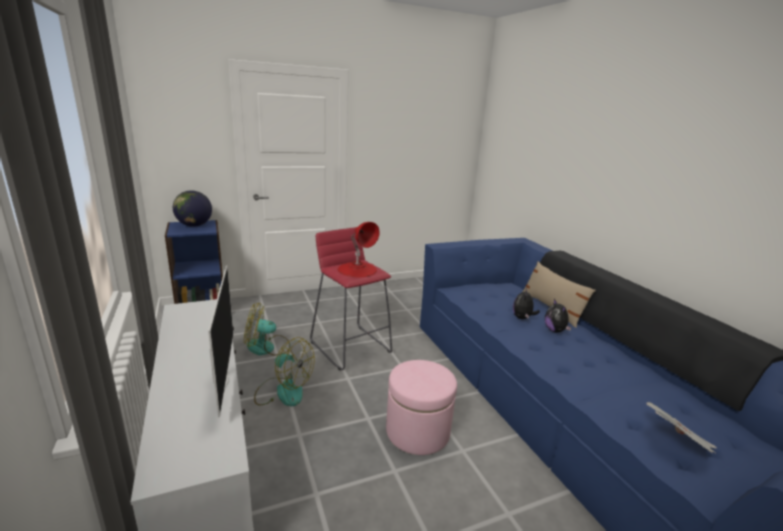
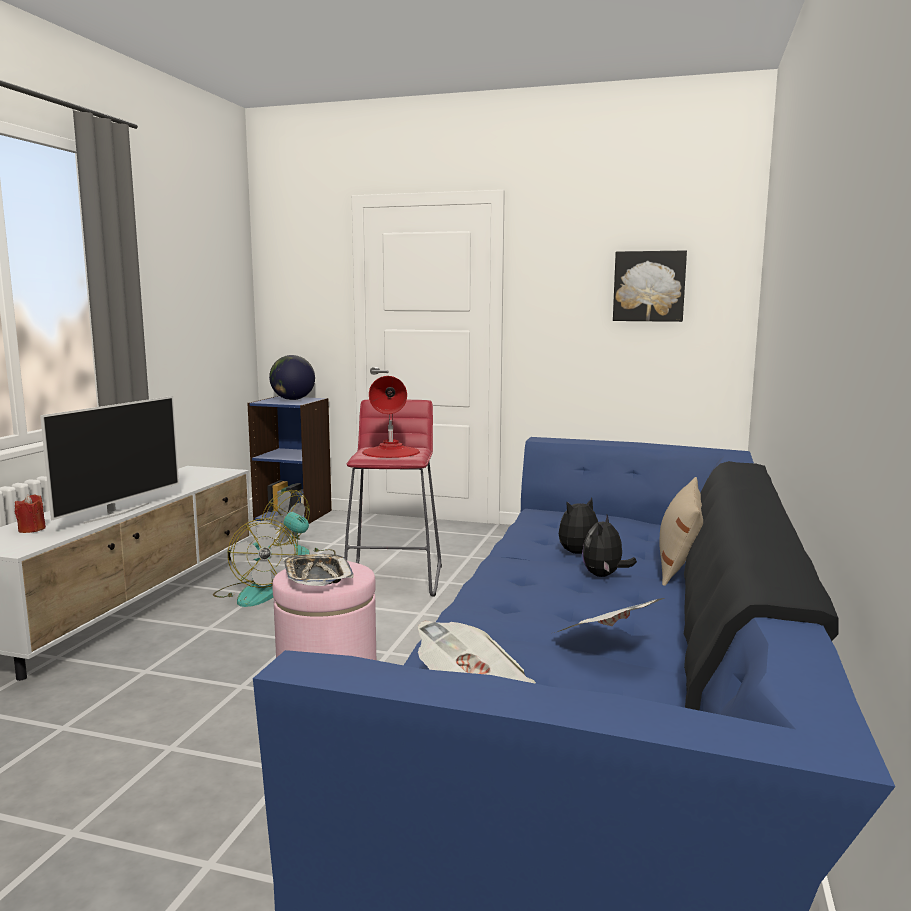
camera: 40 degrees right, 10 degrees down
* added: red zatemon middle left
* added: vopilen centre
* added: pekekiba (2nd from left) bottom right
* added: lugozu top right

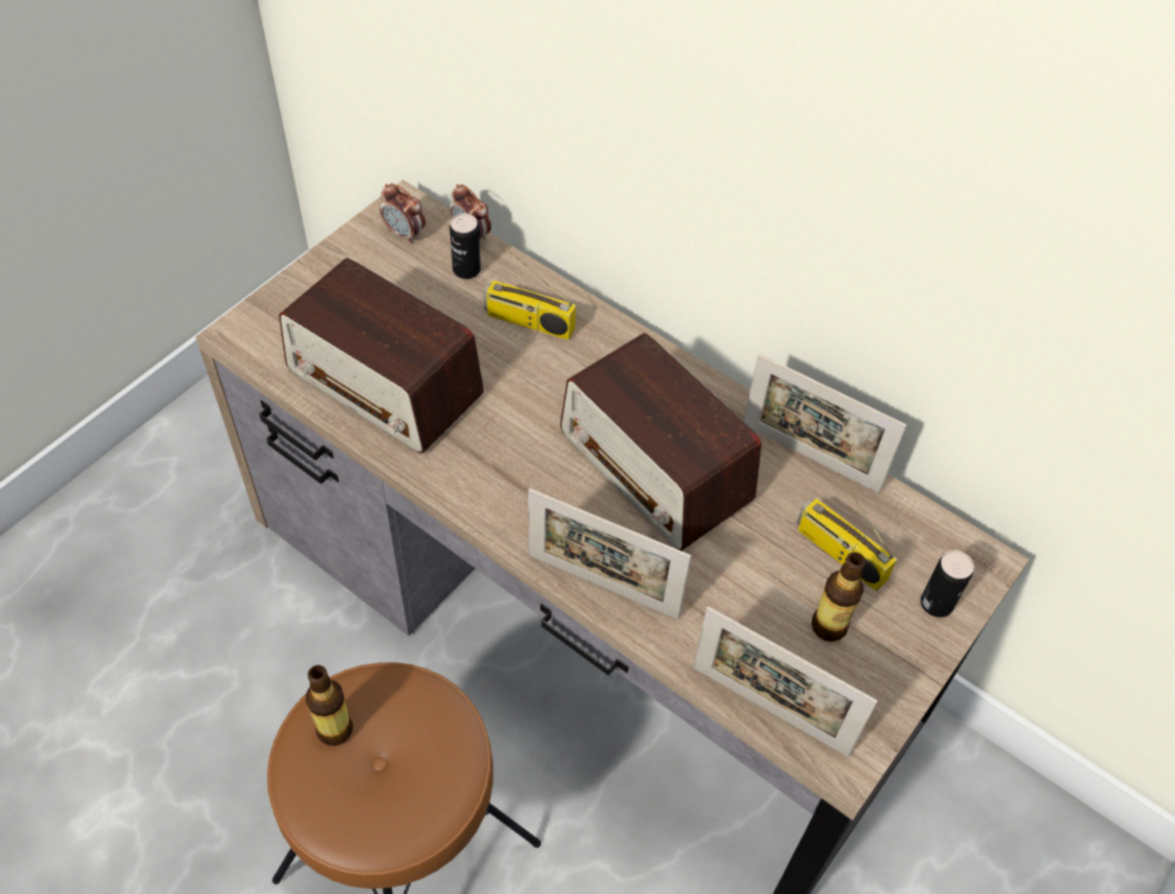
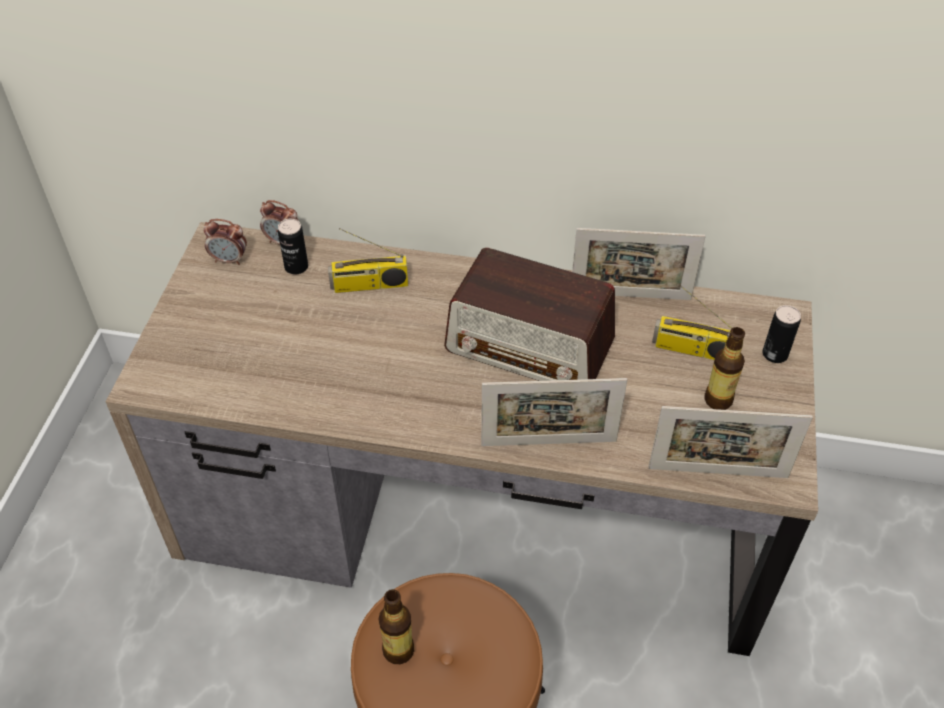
camera: 25 degrees left, 5 degrees down
* removed: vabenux (1st from left) middle left

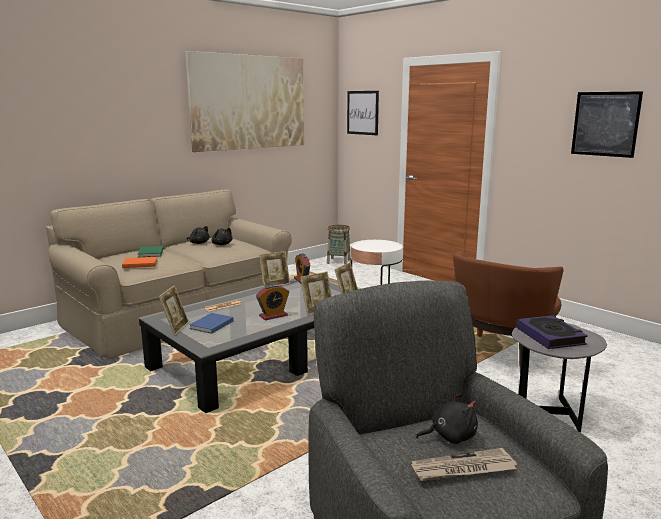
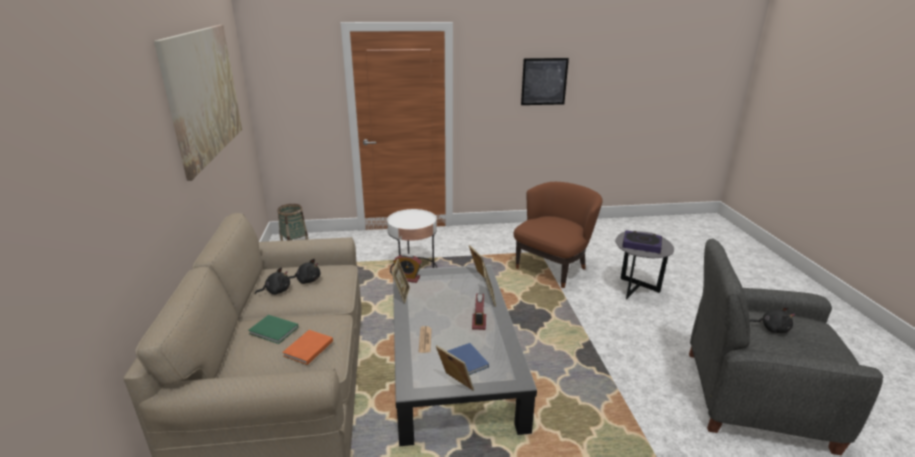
camera: 55 degrees left, 10 degrees up
* removed: lugozu (2nd from left) top centre
* removed: pekekiba (2nd from left) bottom right
* turned: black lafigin (3rd from left) bottom right = bottom right 90 degrees clockwise
* turned: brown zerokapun middle right = centre 120 degrees counterclockwise

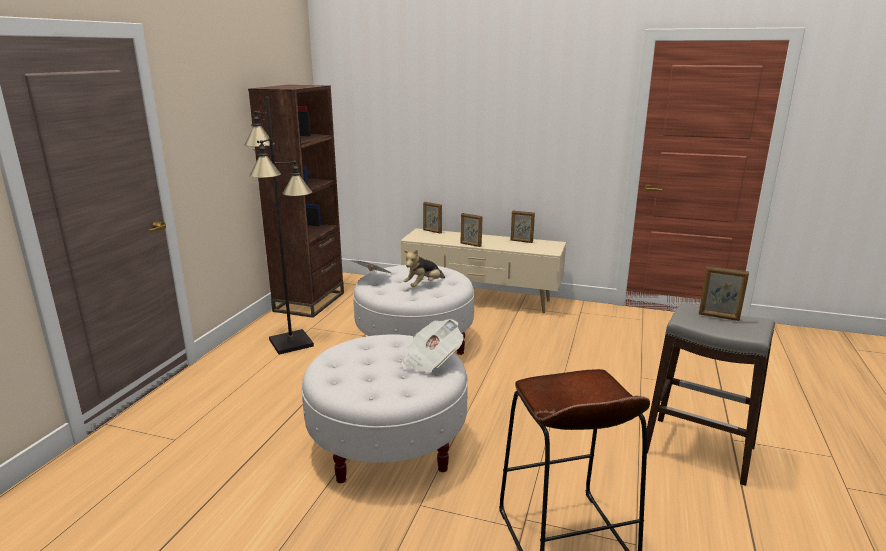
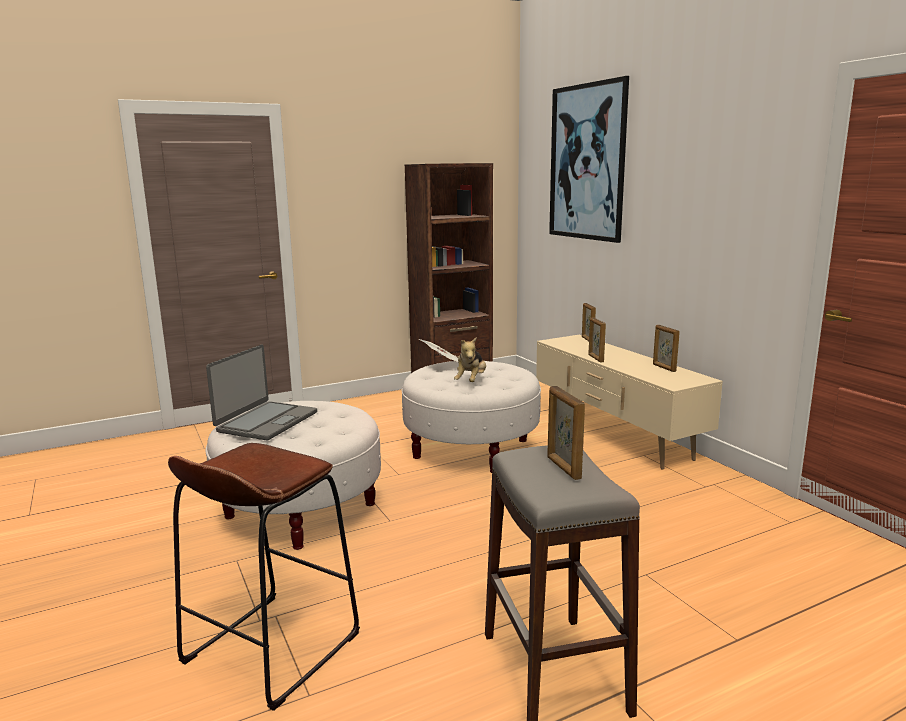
camera: 45 degrees right, 5 degrees down
* removed: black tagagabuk middle left
* removed: pekekiba (2nd from left) centre
* turned: lafigin centre = centre 75 degrees counterclockwise
* added: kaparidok middle left
* added: lugozu top centre

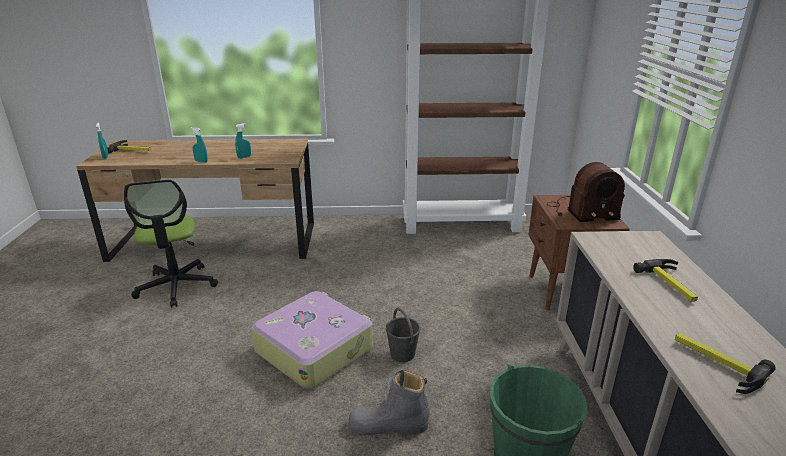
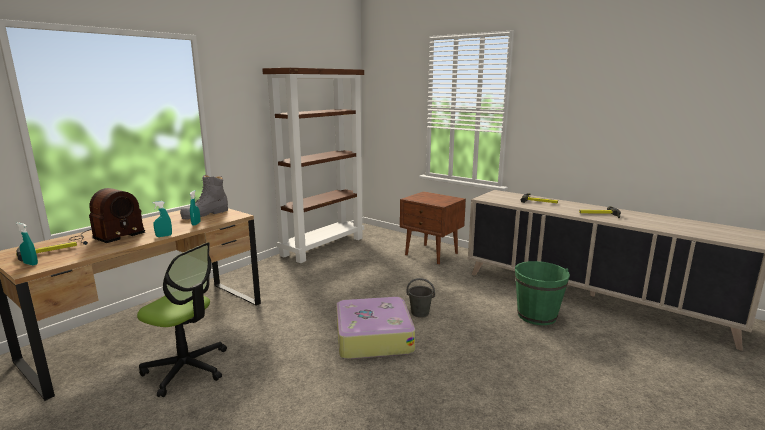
camera: 50 degrees left, 10 degrees down
* moved: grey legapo bottom centre to middle left
* moved: vabenux middle right to middle left

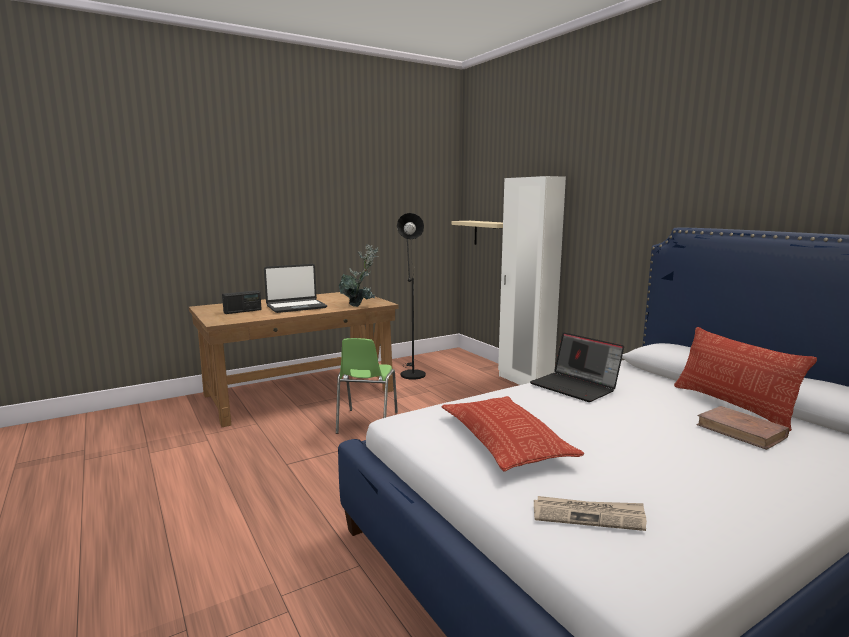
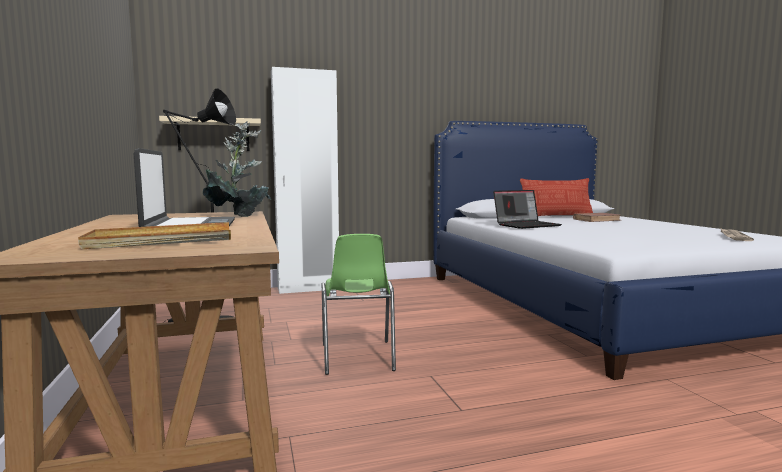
camera: 75 degrees left, 5 degrees down
* replaced: vabenux middle left to beige vopilen middle left
* turned: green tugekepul centre = centre 60 degrees clockwise
* removed: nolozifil (1st from left) bottom centre

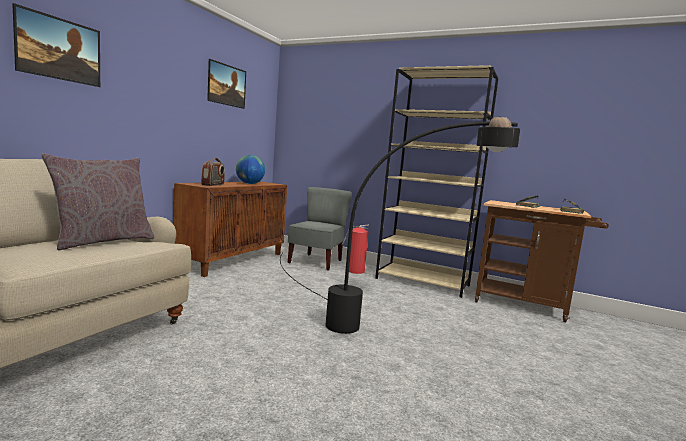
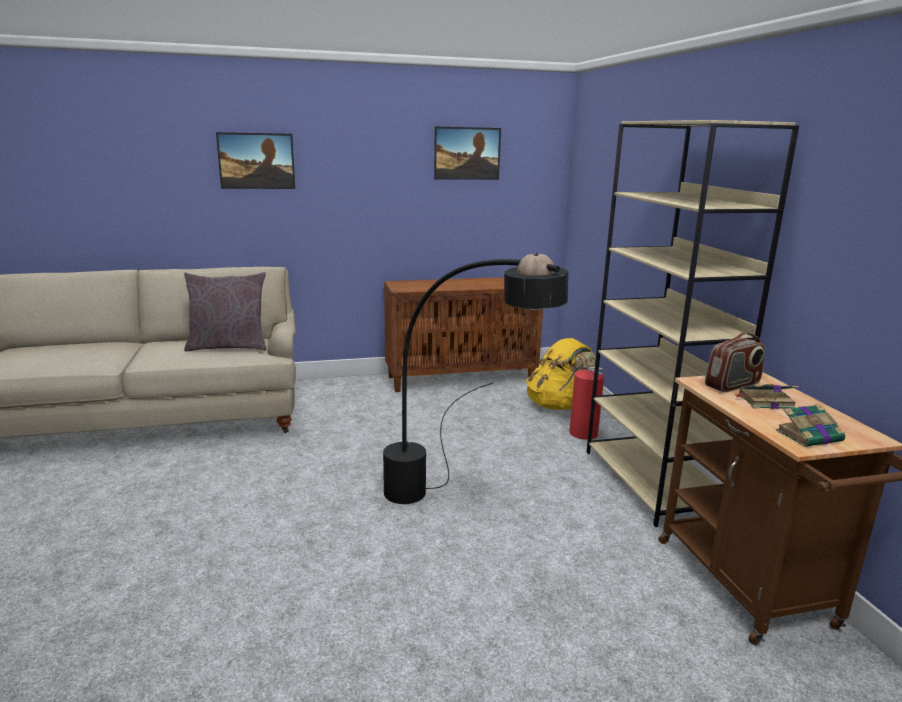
camera: 50 degrees right, 10 degrees up
* moved: vabenux middle left to middle right
* removed: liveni centre
* replaced: grey tugekepul centre to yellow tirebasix centre

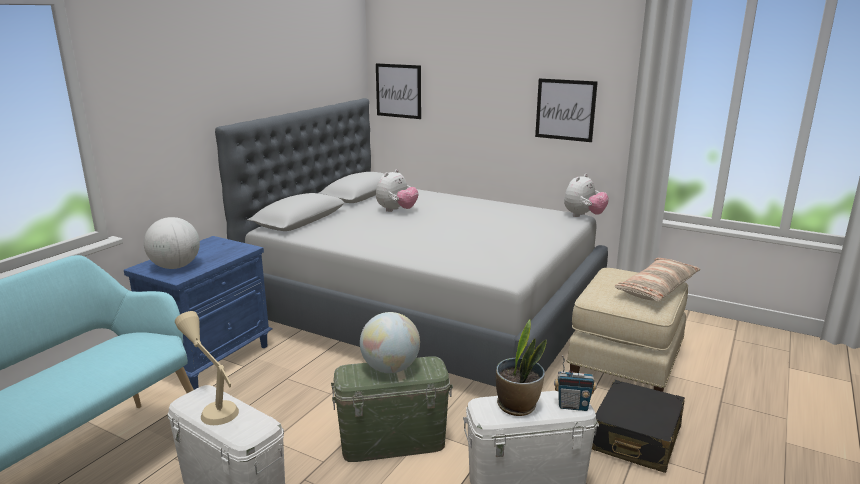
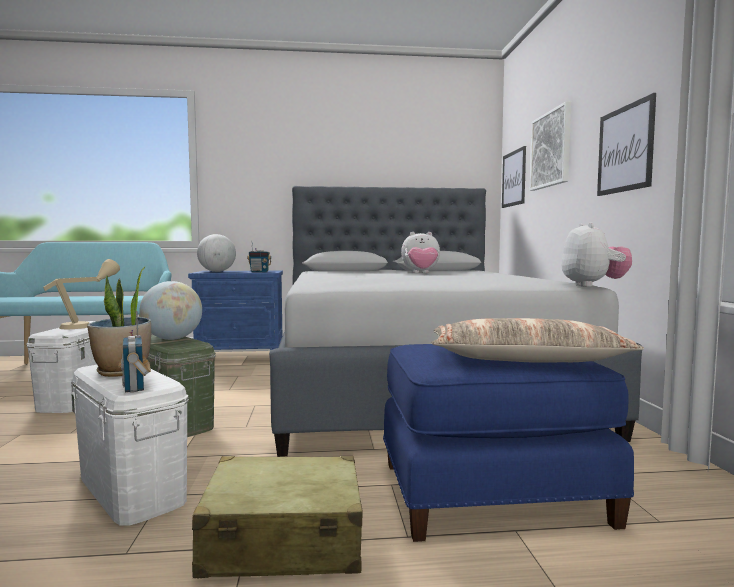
camera: 55 degrees right, 15 degrees down
* turned: lafigin (2nd from left) middle right = middle right 90 degrees counterclockwise
* recoloured: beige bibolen bottom right to blue bibolen bottom right
* recoloured: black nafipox bottom right to beige nafipox bottom centre
* added: vabenux (2nd from left) centre
* added: lugozu (2nd from left) top right

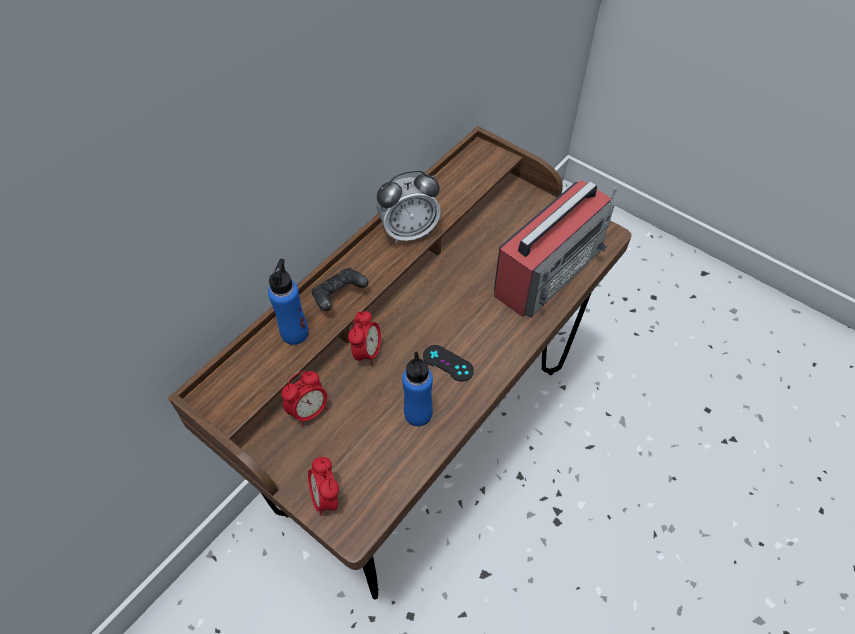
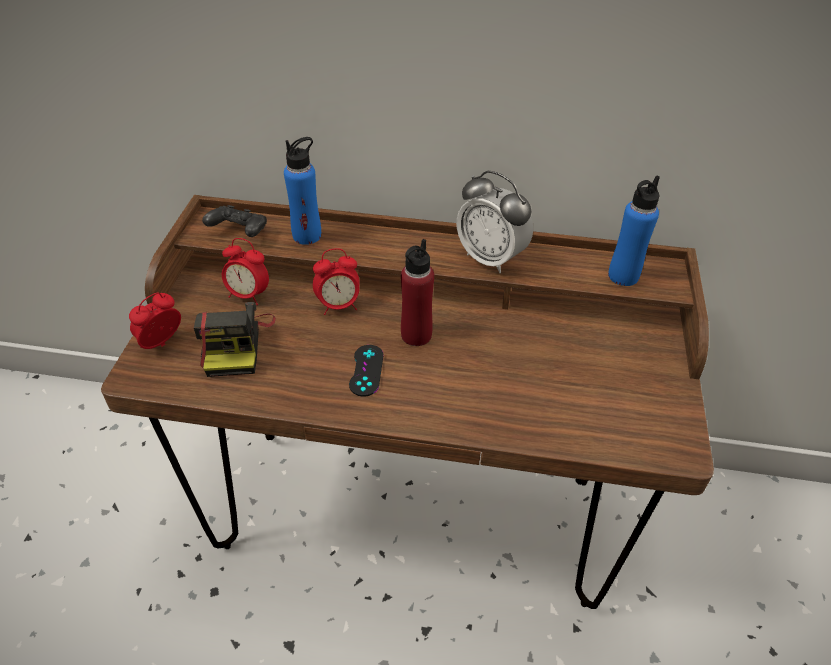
camera: 60 degrees right, 10 degrees down
* moved: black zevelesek (1st from left) centre to top left
* moved: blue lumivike (2nd from left) centre to middle right
* removed: vabenux centre
* added: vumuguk middle left
* added: red lumivike centre

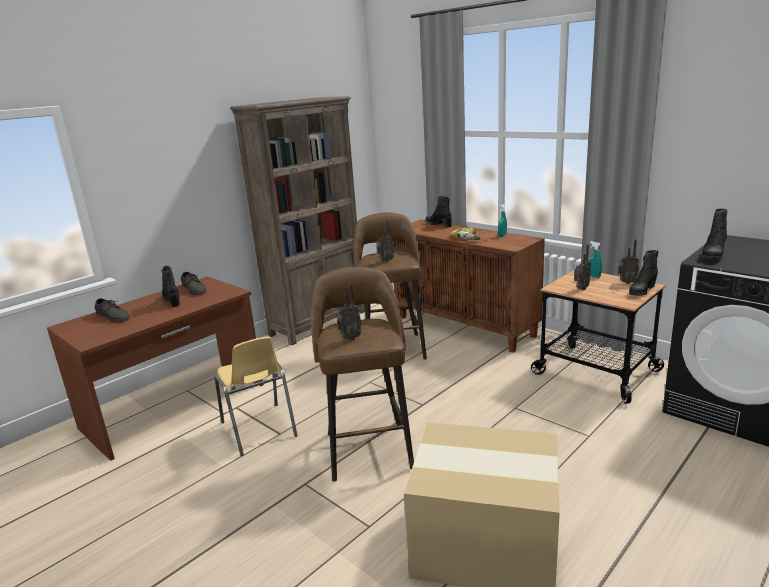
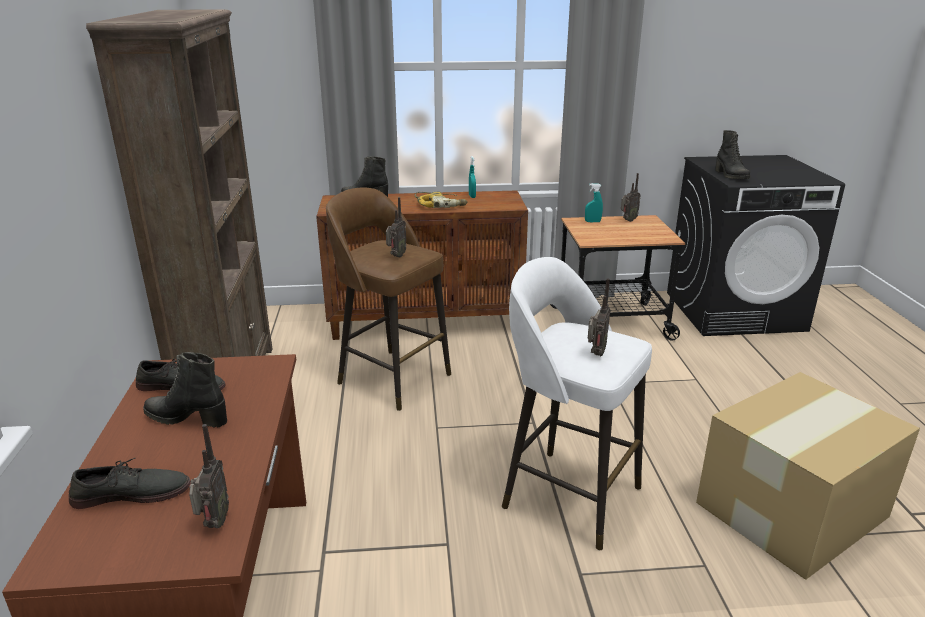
camera: 50 degrees left, 5 degrees up
* removed: yellow tugekepul bottom left
* recoloured: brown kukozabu (1st from left) centre to white kukozabu centre
* moved: vabenux (3rd from left in the first image) middle right to vabenux (1st from left) bottom left
* removed: black legapo (3rd from left) middle right

